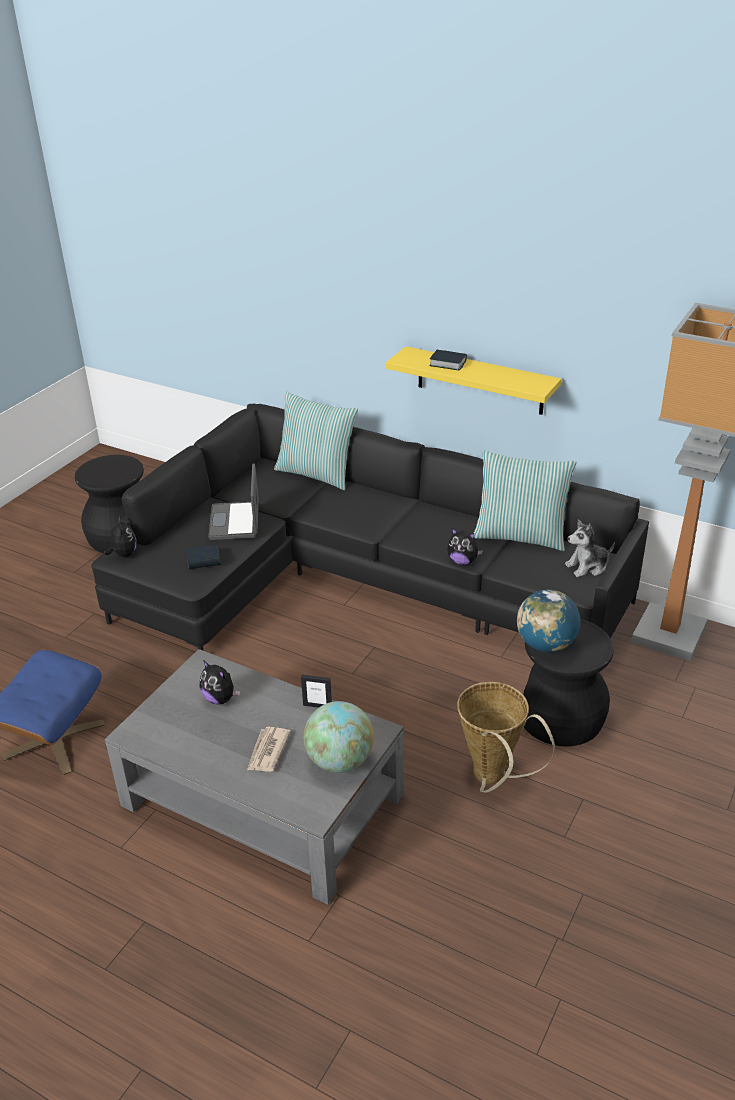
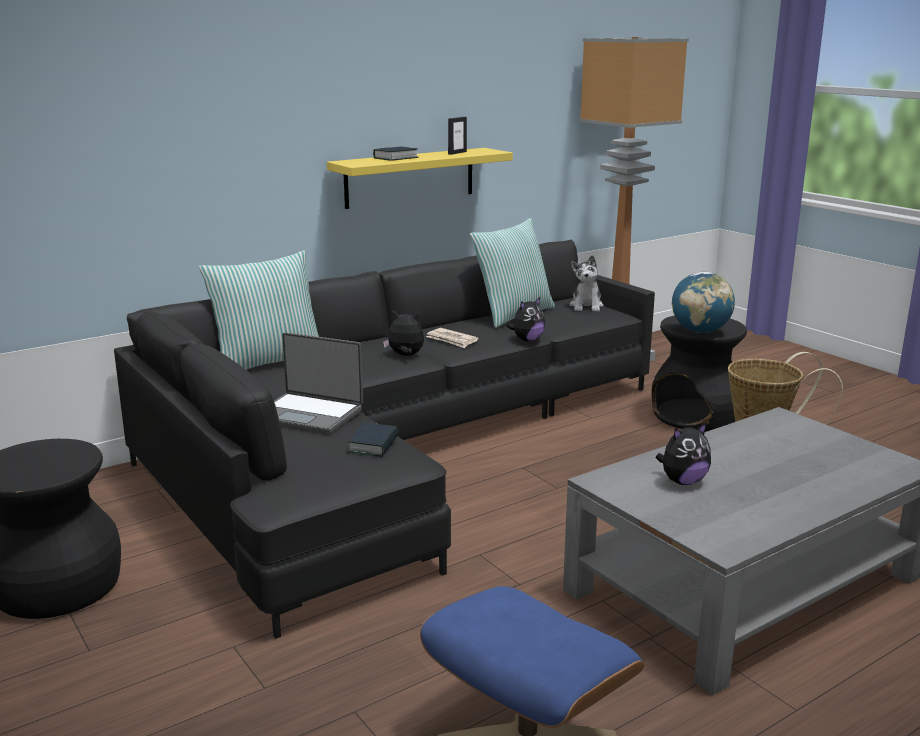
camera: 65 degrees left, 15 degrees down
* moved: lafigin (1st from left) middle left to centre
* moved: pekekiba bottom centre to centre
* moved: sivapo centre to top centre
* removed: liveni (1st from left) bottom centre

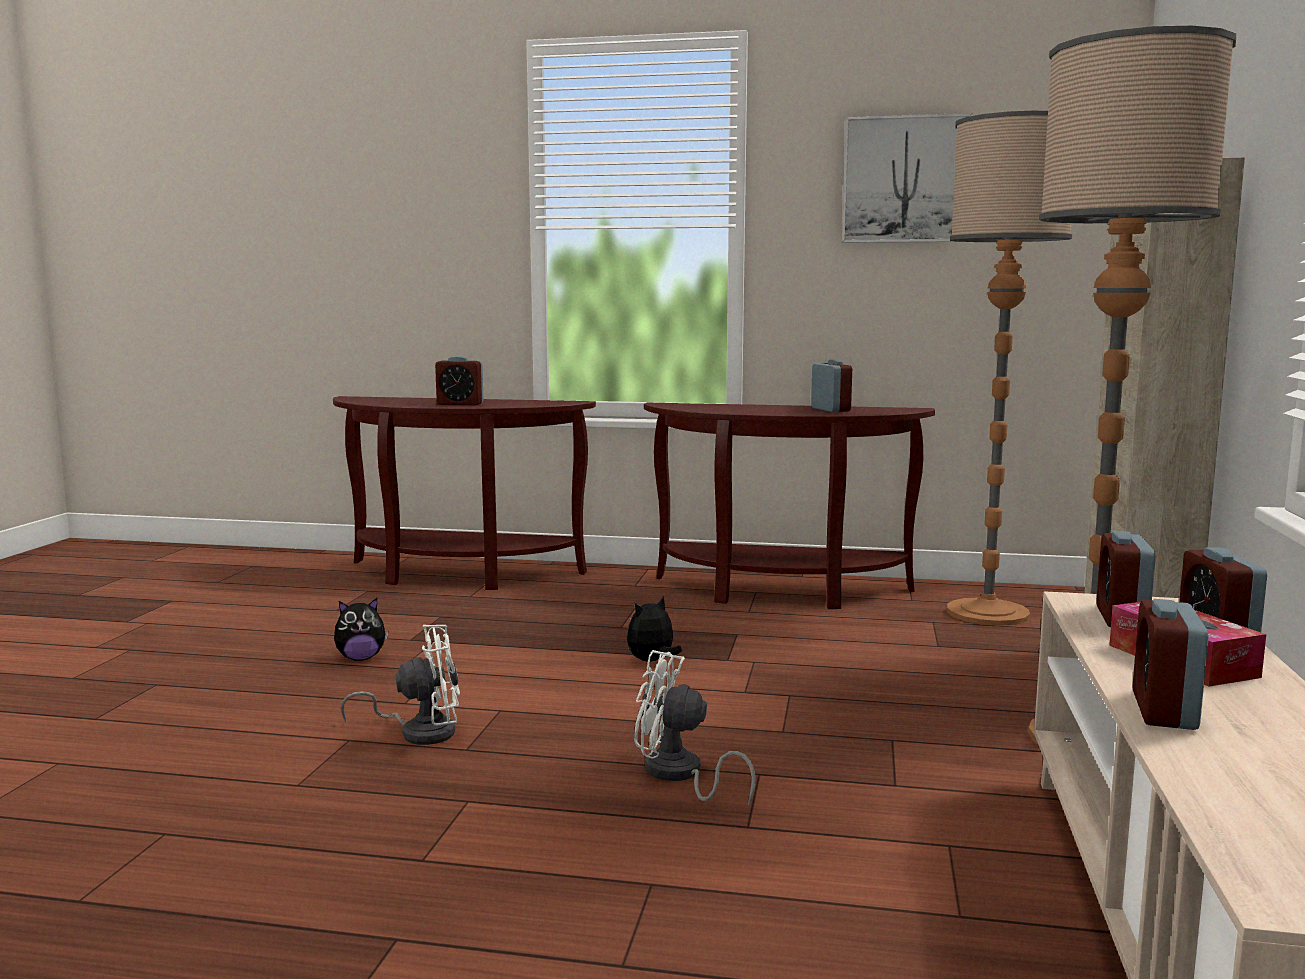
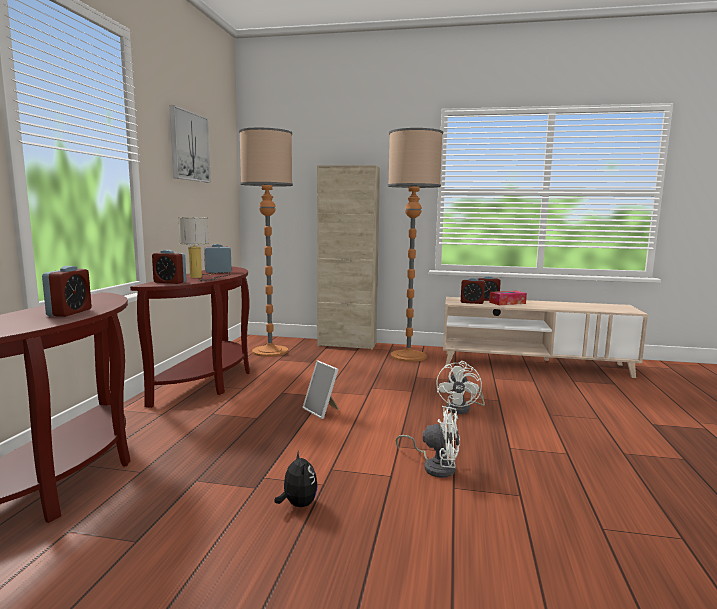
camera: 90 degrees left, 0 degrees up
* turned: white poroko (1st from left) bottom left = bottom centre 120 degrees clockwise
* replaced: lafigin (2nd from left) centre to sivapo centre
* moved: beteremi (4th from left in the first image) bottom right to beteremi (2nd from left) middle left
* added: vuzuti middle left

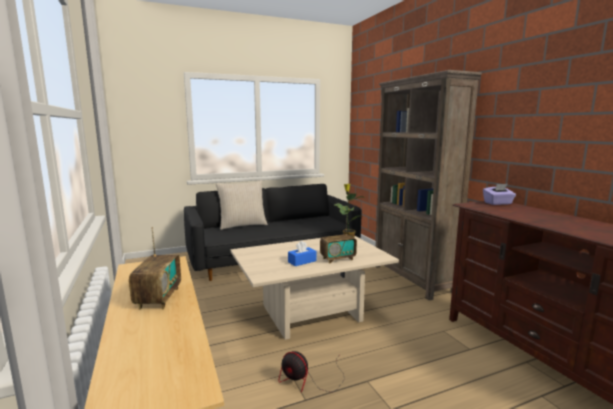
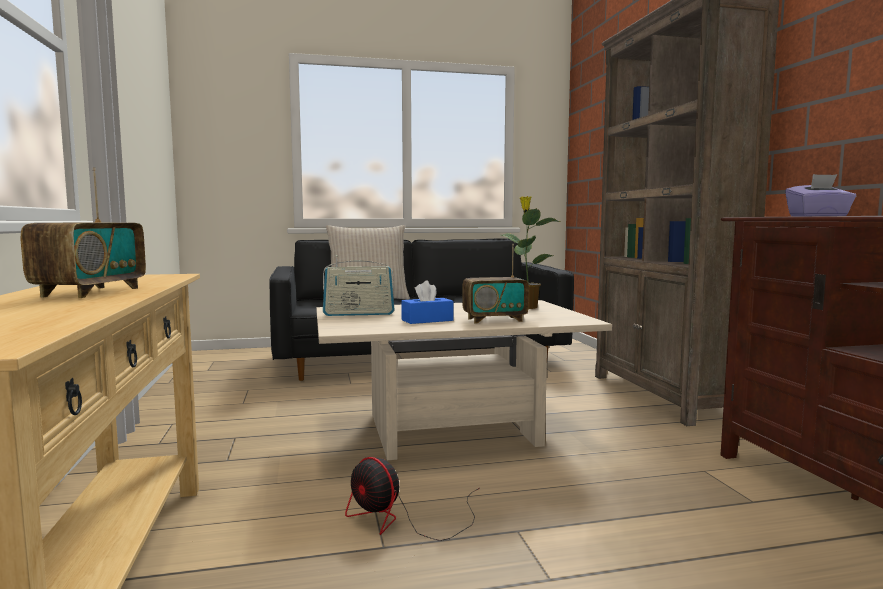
camera: 10 degrees right, 5 degrees down
* added: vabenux (2nd from left) centre

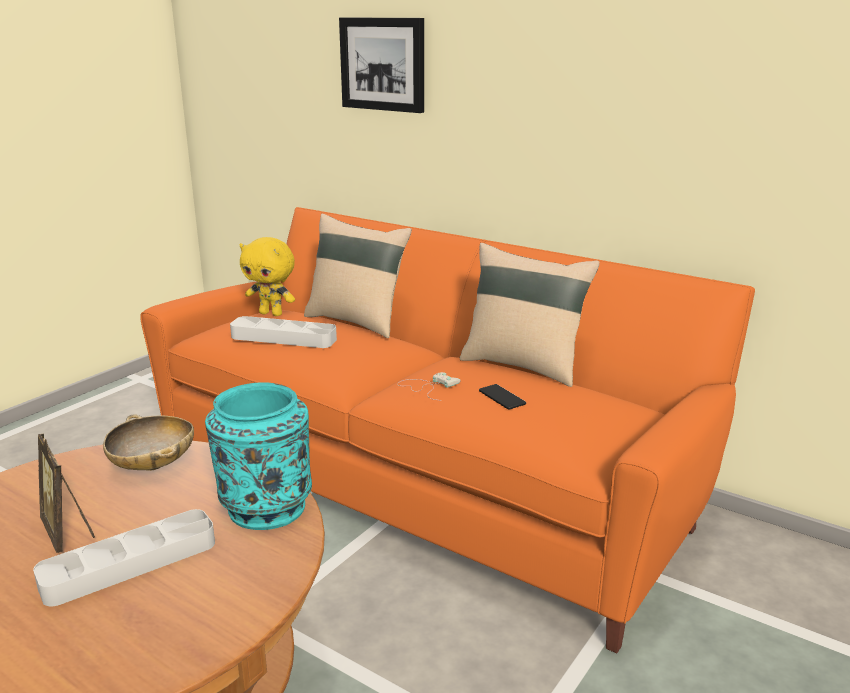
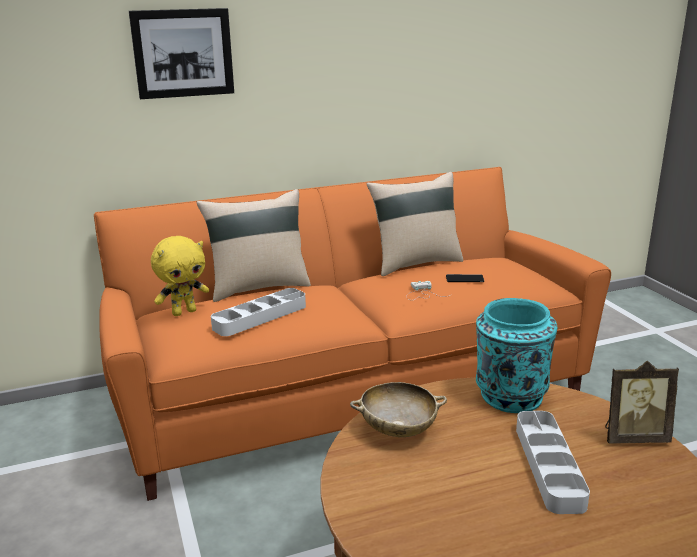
camera: 55 degrees left, 0 degrees up
* moved: sivapo bottom left to bottom right

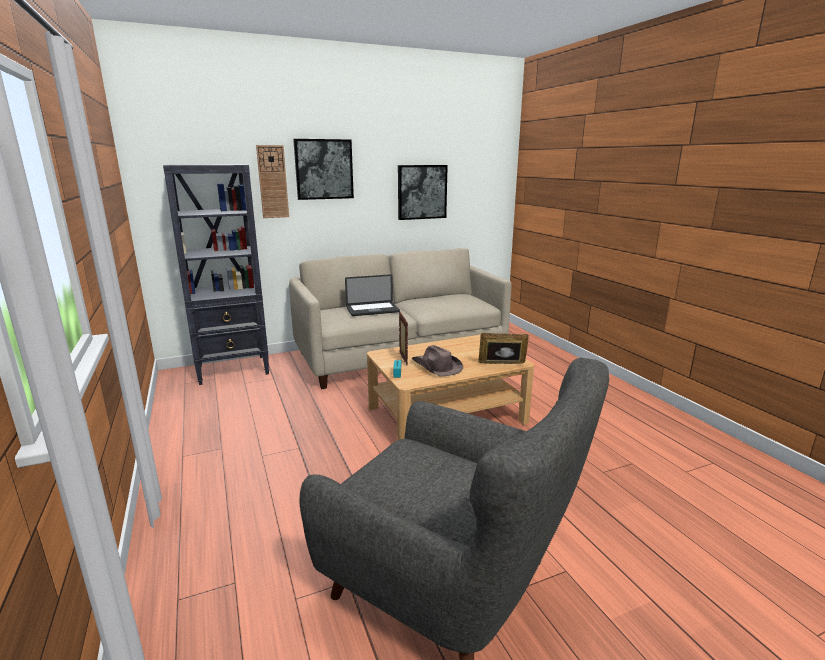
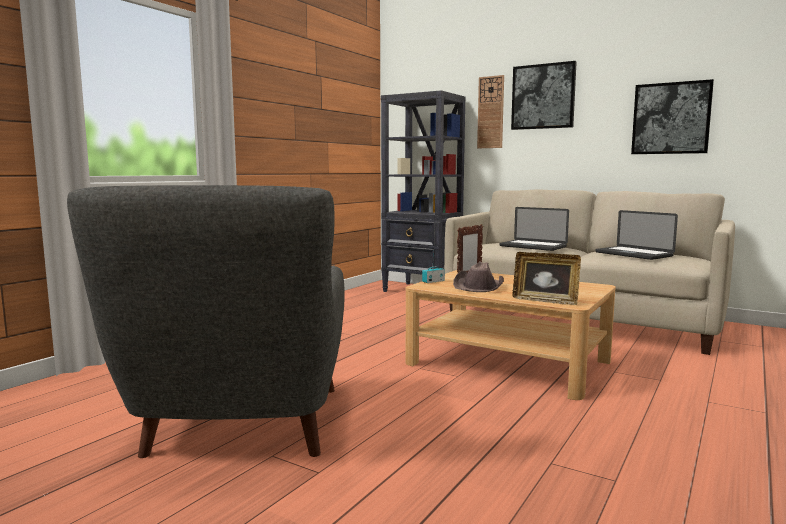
camera: 55 degrees right, 10 degrees down
* turned: sivapo (2nd from left) centre = middle right 150 degrees clockwise
* added: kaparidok (2nd from left) middle right

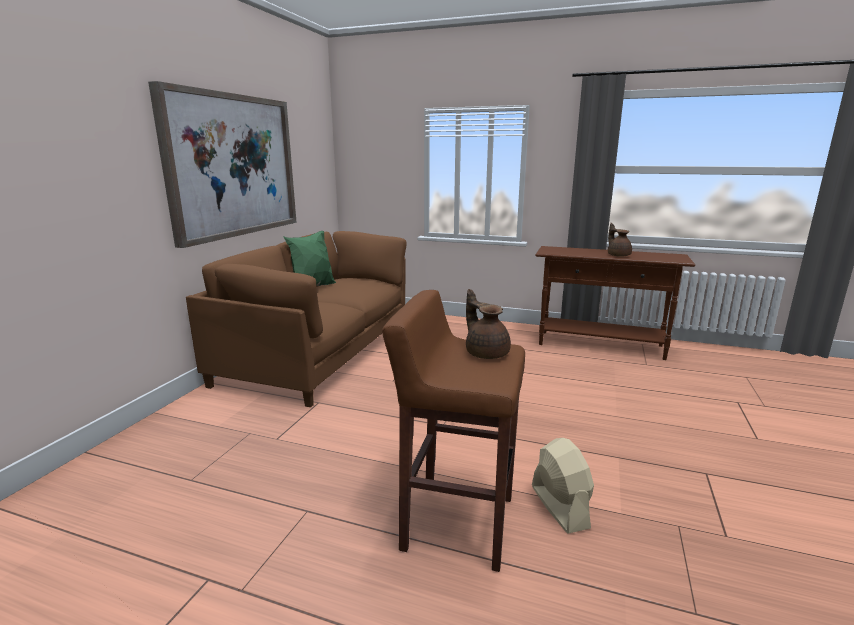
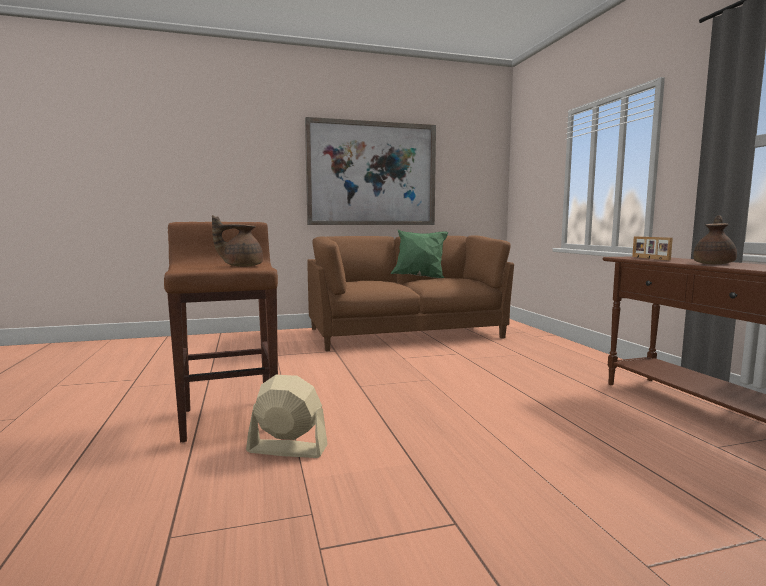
camera: 55 degrees right, 10 degrees down
* turned: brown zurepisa (1st from left) centre = middle left 135 degrees counterclockwise
* turned: beige poroko bottom centre = bottom centre 120 degrees counterclockwise
* added: sivapo middle right

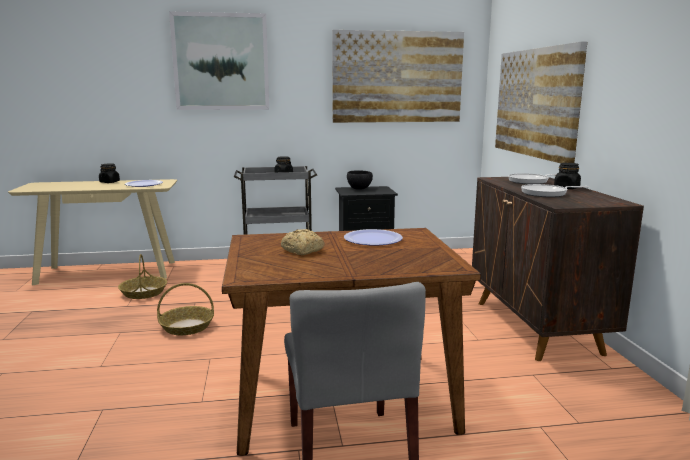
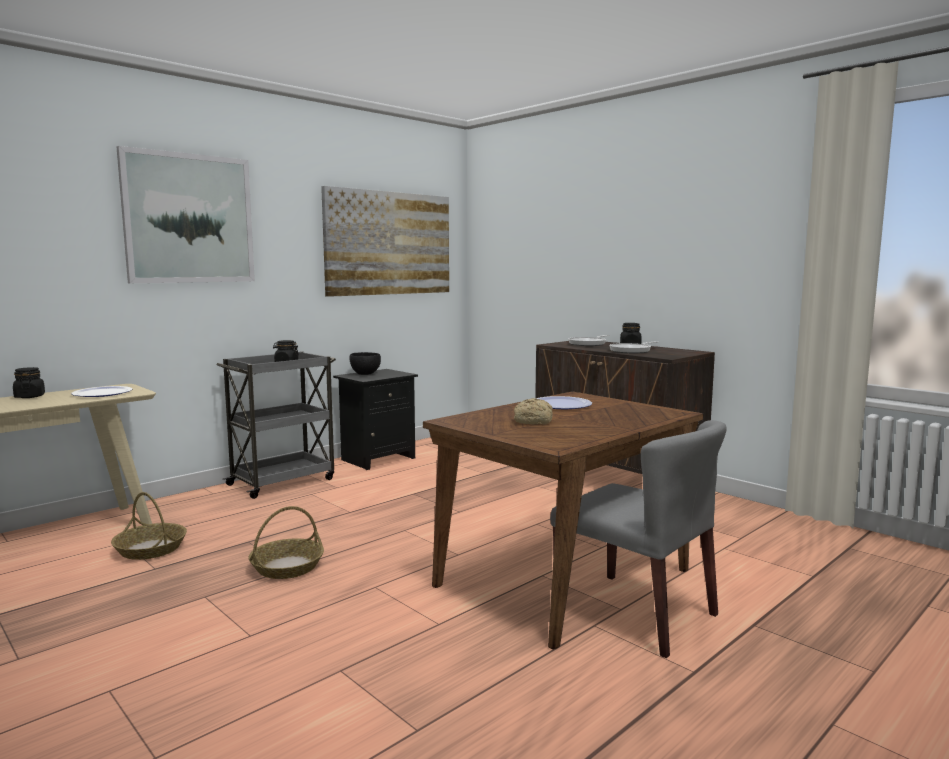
camera: 35 degrees left, 5 degrees down
* removed: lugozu (3rd from left) top right

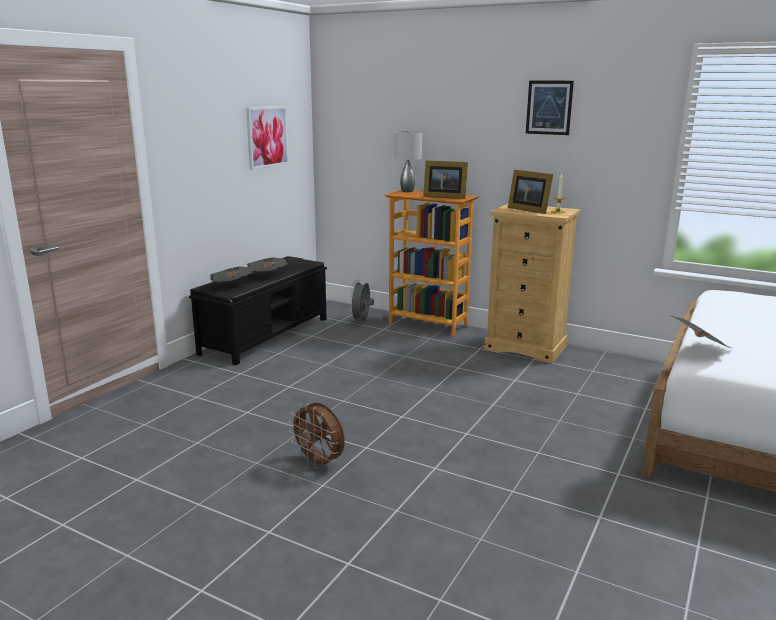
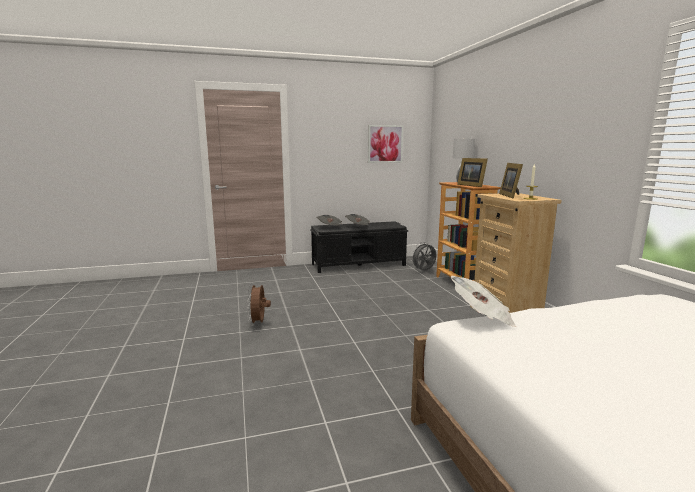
camera: 45 degrees right, 5 degrees down
* removed: lugozu (2nd from left) top right

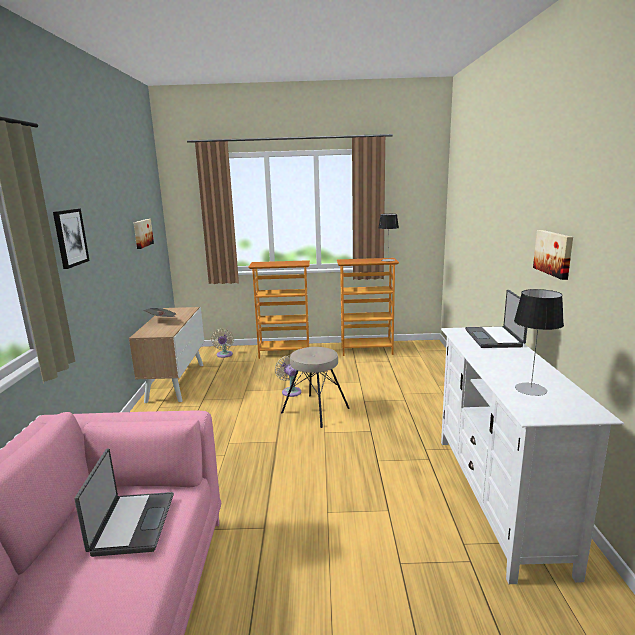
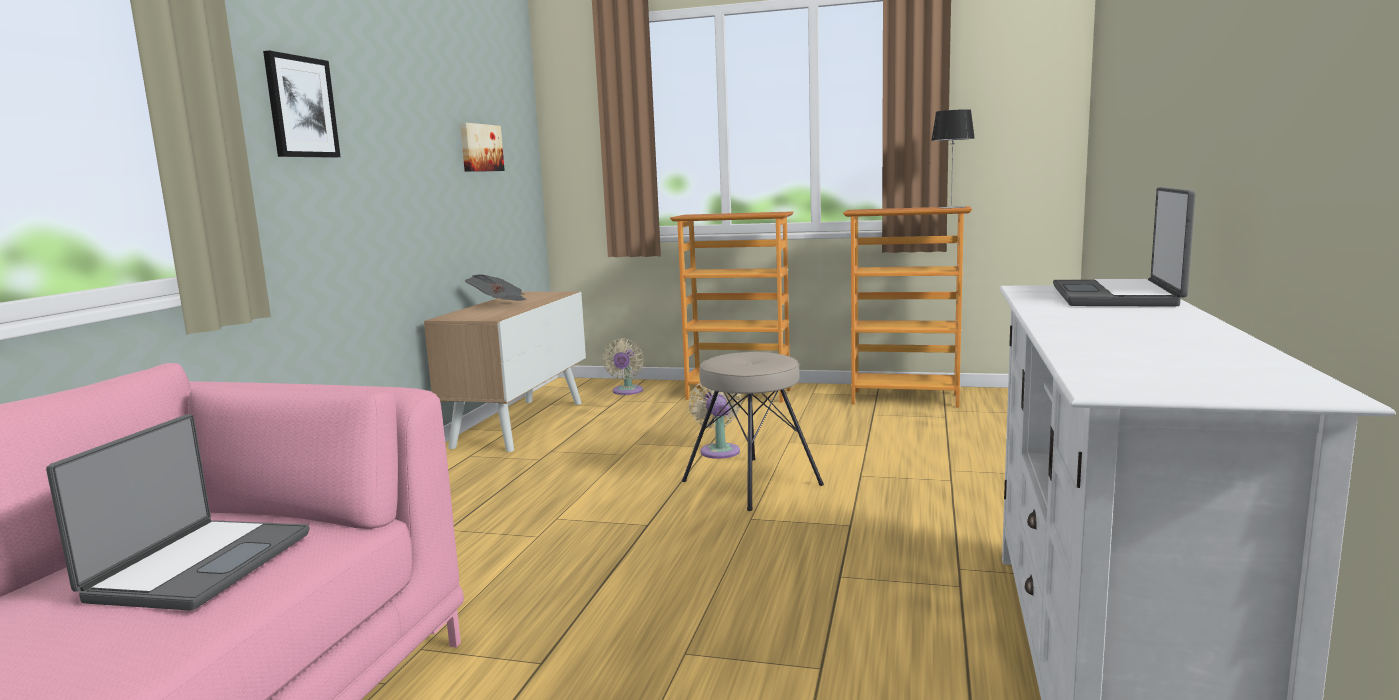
camera: 15 degrees right, 5 degrees down
* removed: vuzuti (2nd from left) middle right
* removed: lugozu (3rd from left) middle right

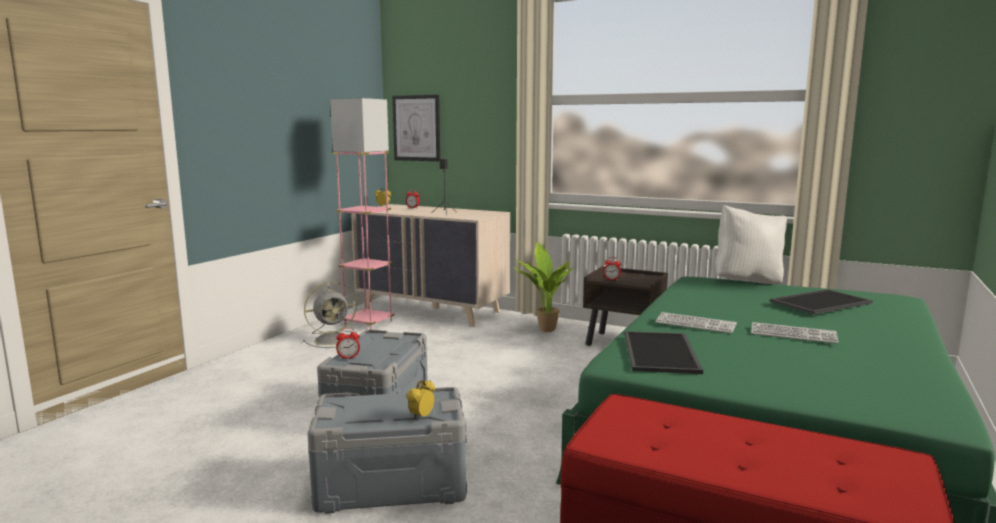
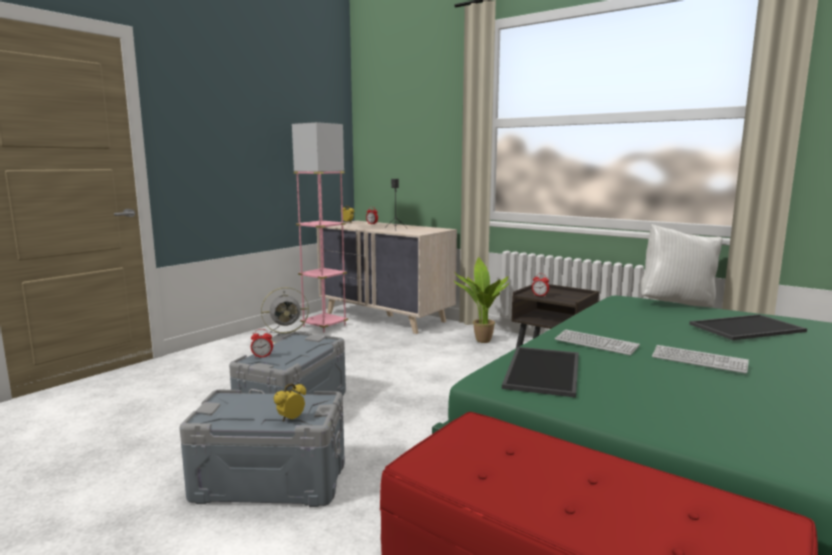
camera: 10 degrees right, 0 degrees up
* removed: lugozu top centre

